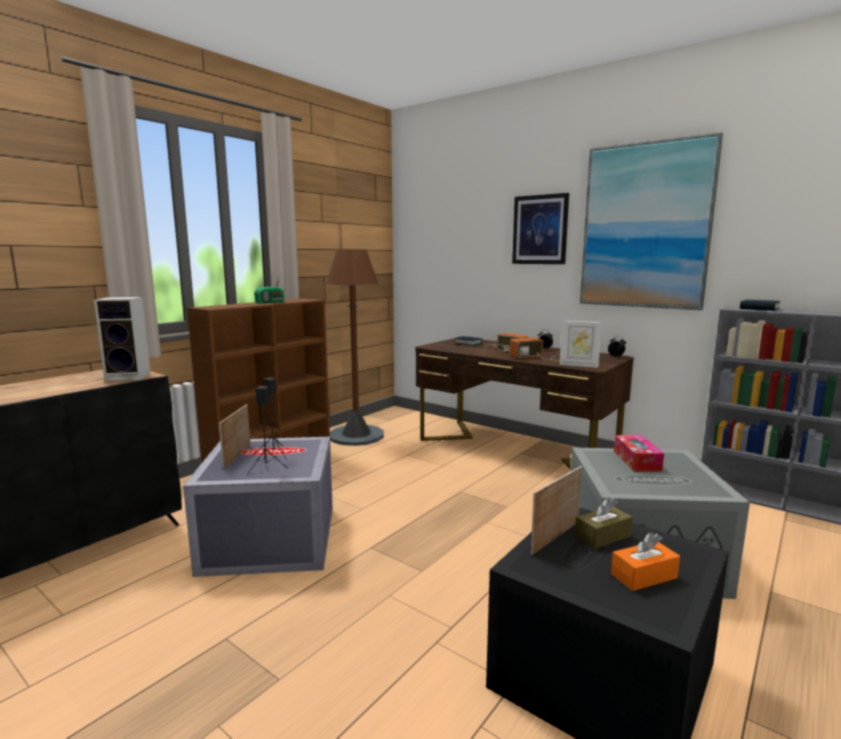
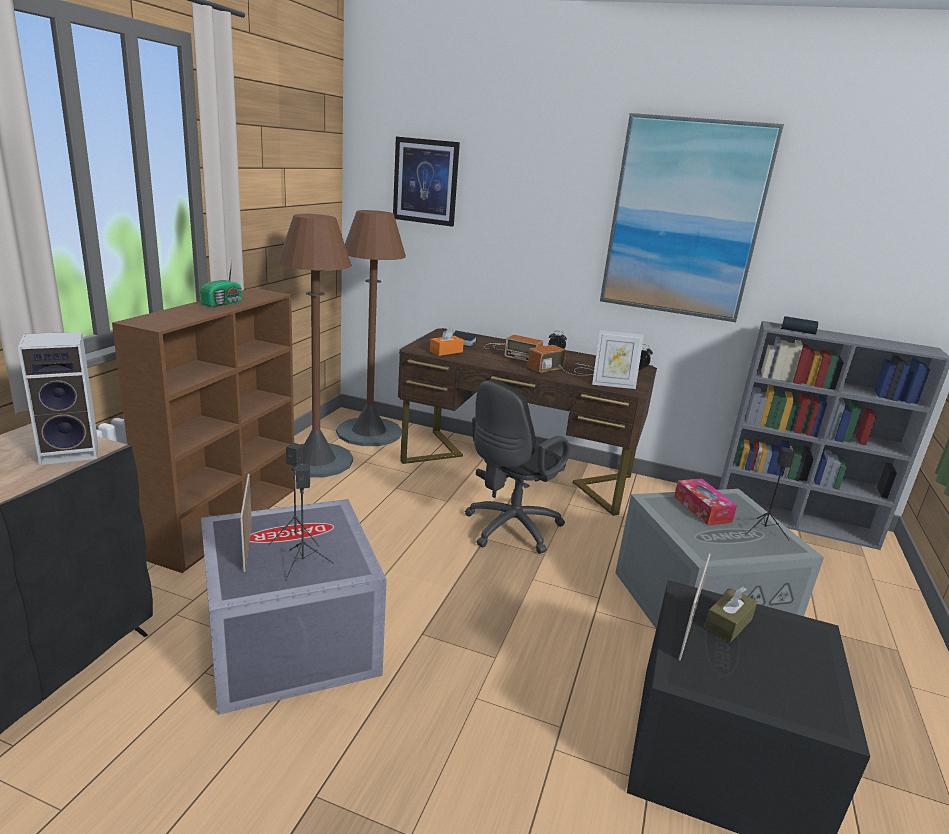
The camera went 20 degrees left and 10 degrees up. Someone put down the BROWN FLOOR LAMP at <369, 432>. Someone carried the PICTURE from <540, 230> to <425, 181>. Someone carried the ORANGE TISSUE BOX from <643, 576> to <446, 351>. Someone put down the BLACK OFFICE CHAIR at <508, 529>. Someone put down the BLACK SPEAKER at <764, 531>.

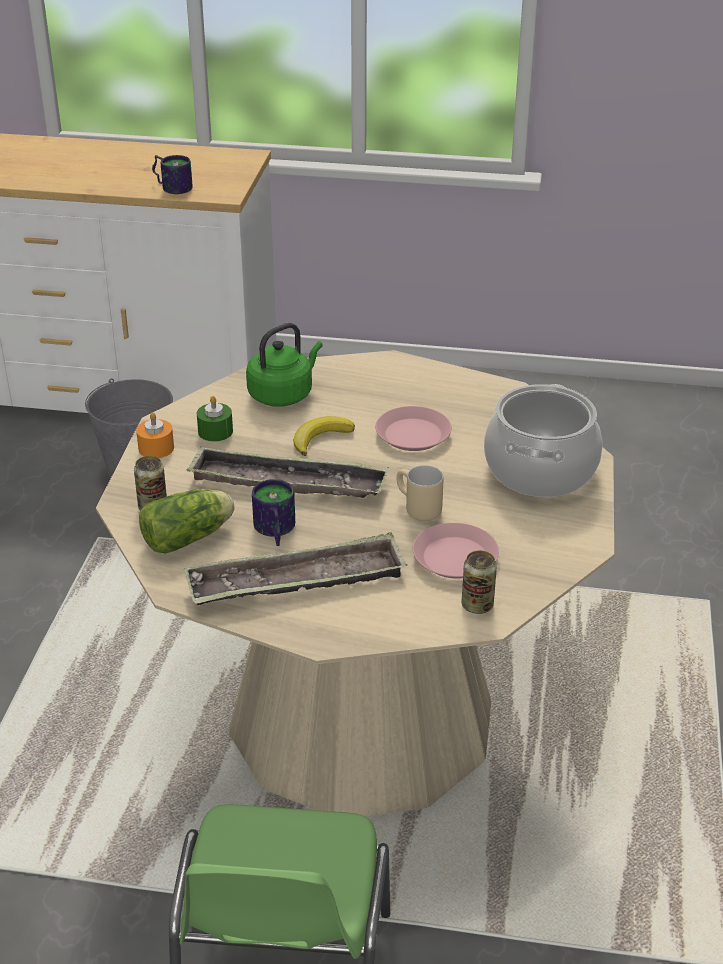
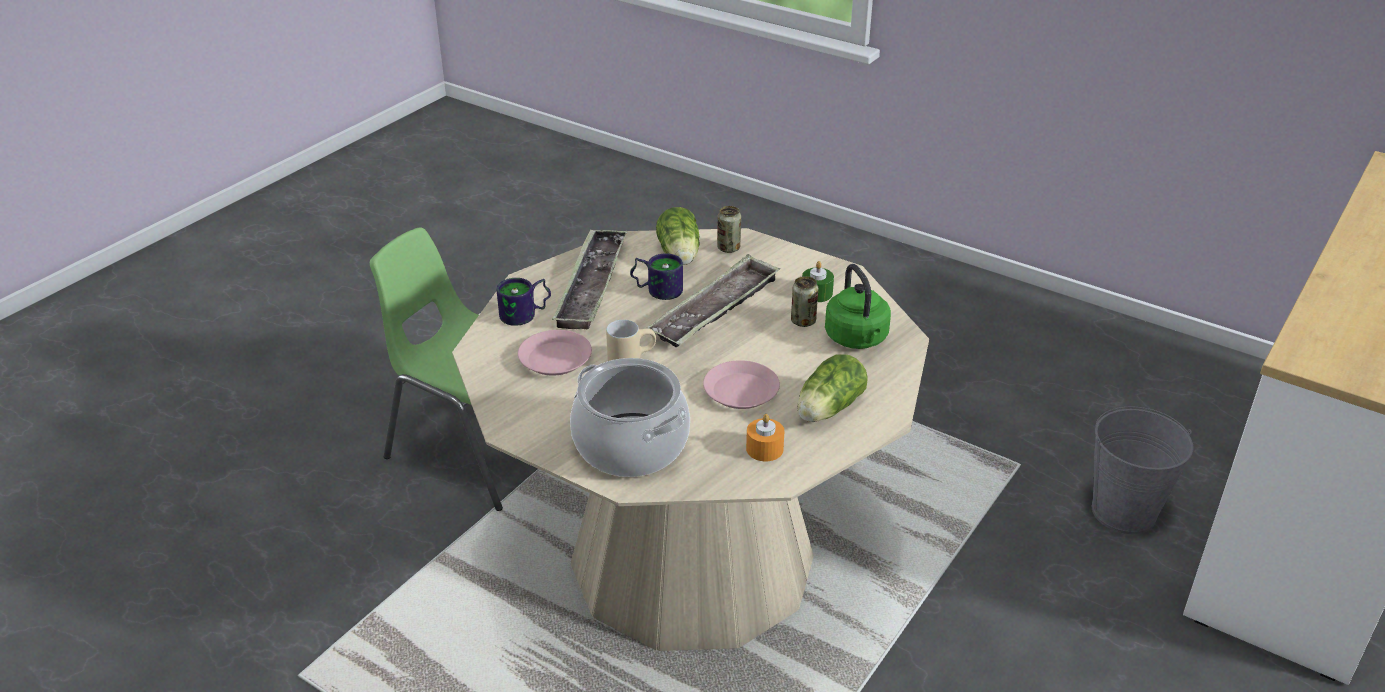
The camera went 115 degrees right and 0 degrees up. Someone carried the MUG from <173, 186> to <526, 315>. Someone carried the ORANGE CANDLE from <156, 448> to <764, 449>. Someone carried the CAN from <477, 605> to <803, 321>. Someone put down the LETTUCE at <827, 410>. Someone took away the BANANA at <320, 438>.

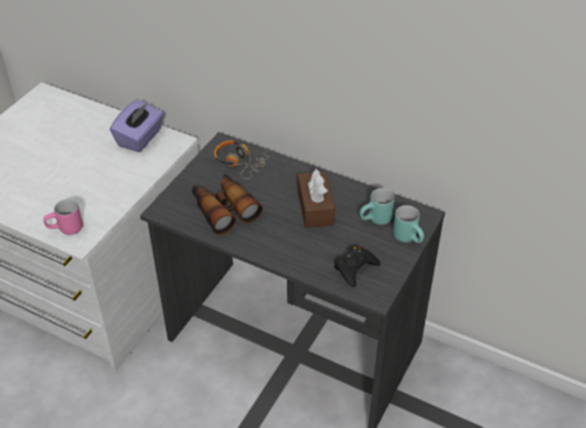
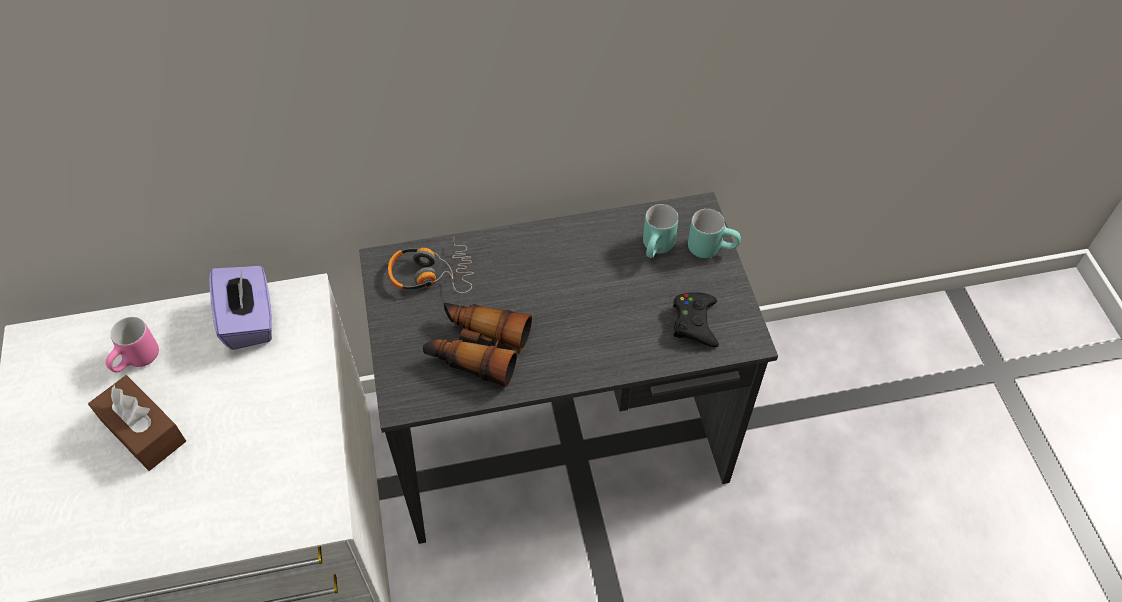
The camera went 40 degrees left and 10 degrees up. Someone carried the BROWN TISSUE BOX from <315, 207> to <143, 431>. Someone carried the PINK MUG from <66, 230> to <139, 361>.

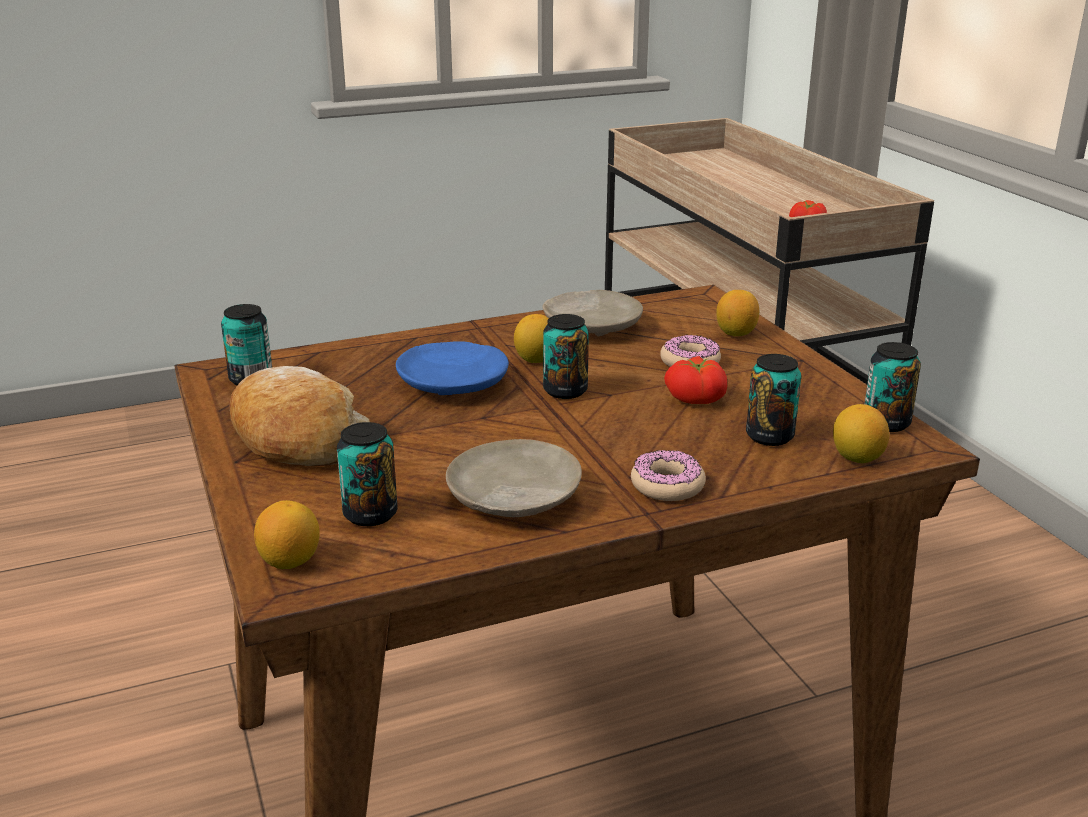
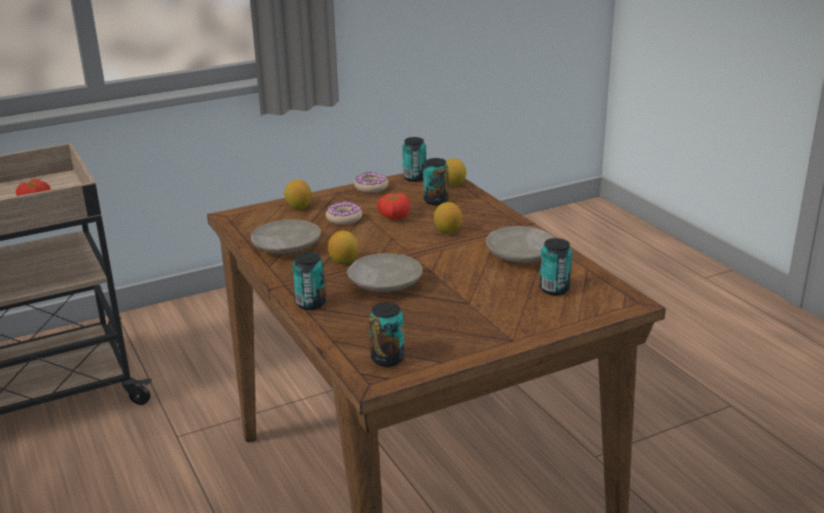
The camera went 95 degrees left and 0 degrees up. Someone carried the CAN from <565, 391> to <311, 303>. Someone repainted the BLUE PLATE at <454, 384>, which became the BEIGE PLATE at <384, 283>. Someone carried the DONUT from <667, 485> to <371, 187>. Someone carried the LEMON from <290, 561> to <447, 231>. Someone took away the BREAD at <296, 438>.

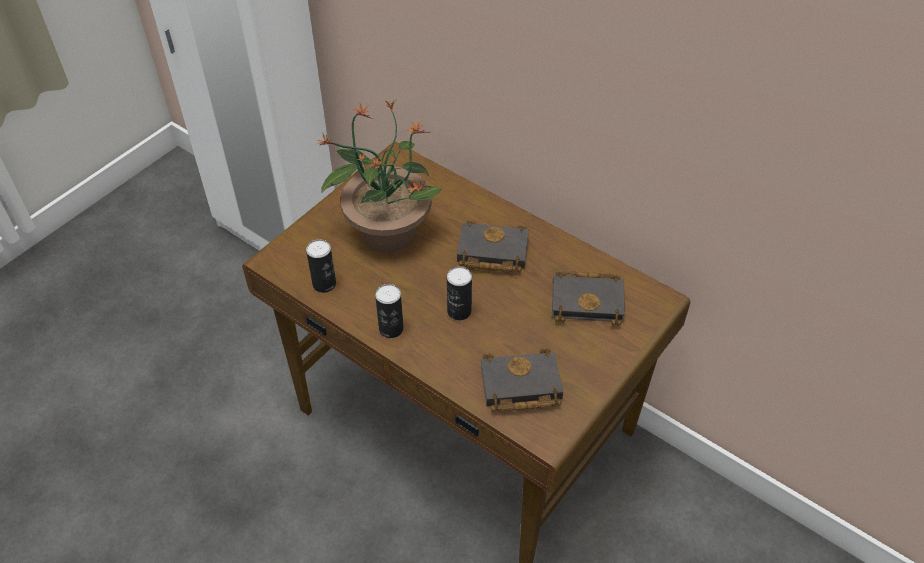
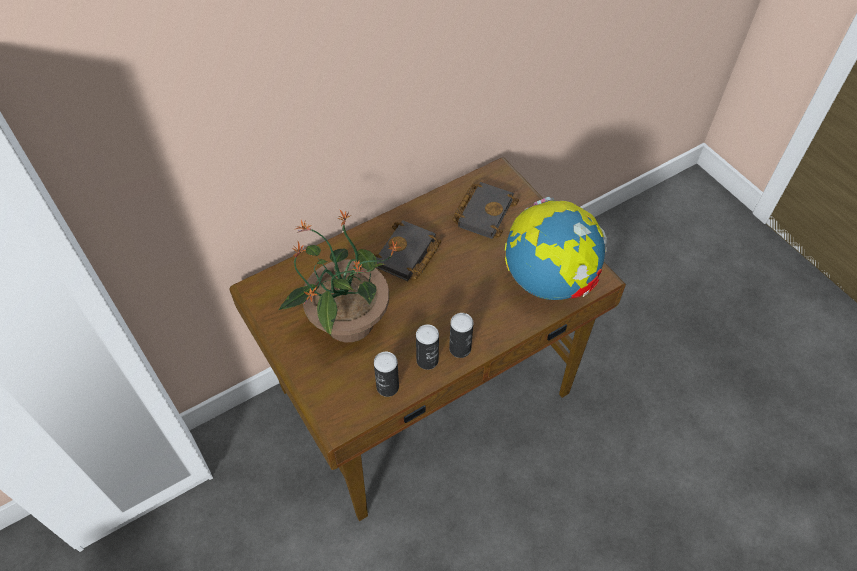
The camera went 70 degrees left and 5 degrees up. Someone carried the CAN from <459, 311> to <427, 360>. Someone swapped the BLACK BOOK at <519, 387> for the GLOBE at <549, 280>.

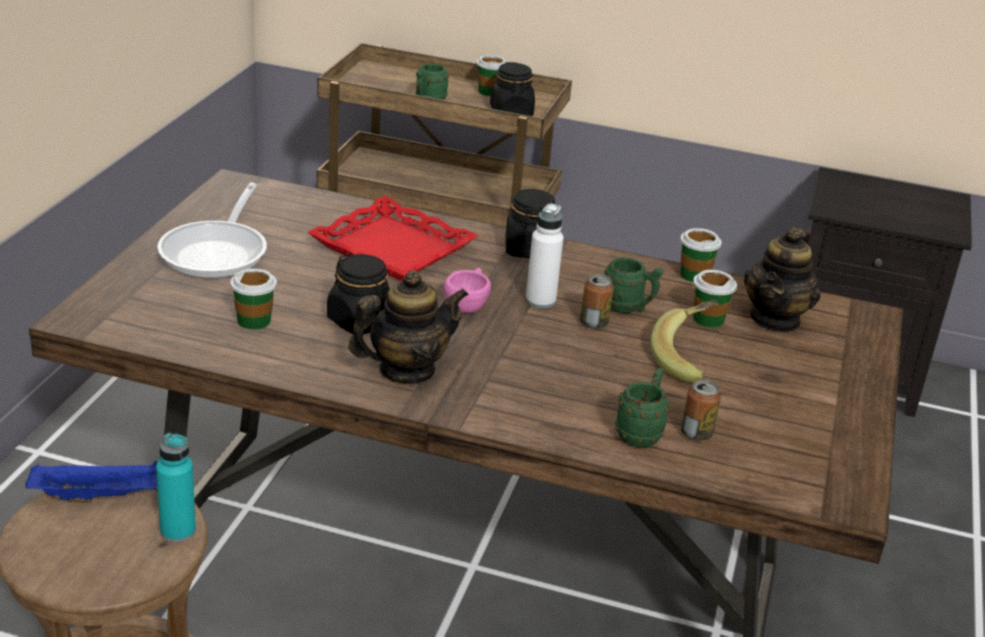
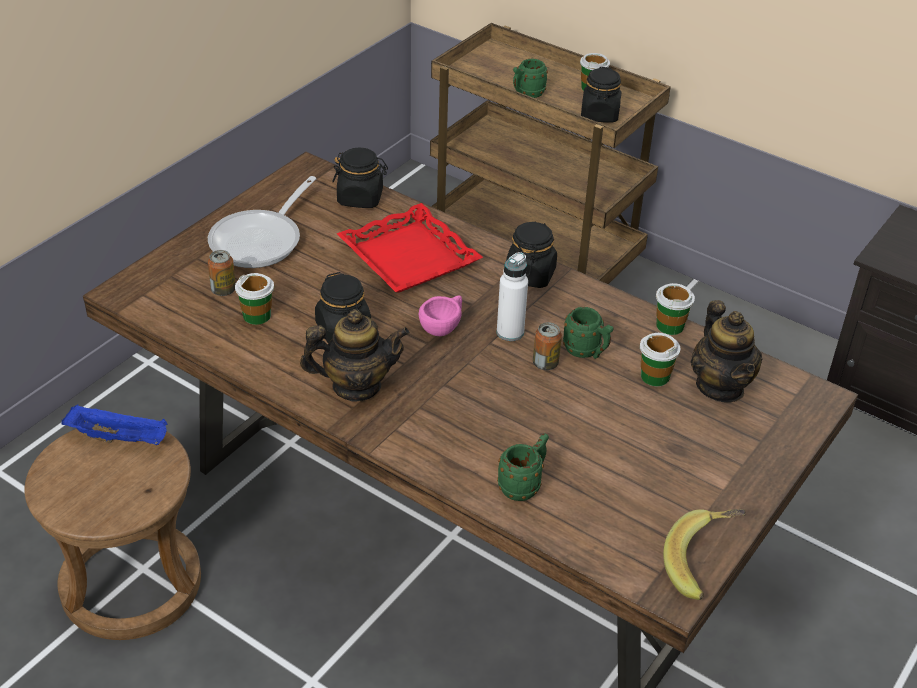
The camera went 20 degrees right and 10 degrees up. Someone carried the CAN from <696, 434> to <223, 290>. Someone put down the BLACK JAR at <360, 198>. Someone carried the BANANA from <690, 359> to <704, 564>. Someone rotated the TEAPOT at <775, 319> by 60 degrees counterclockwise. Someone took away the TURQUOISE BOTTLE at <178, 531>.

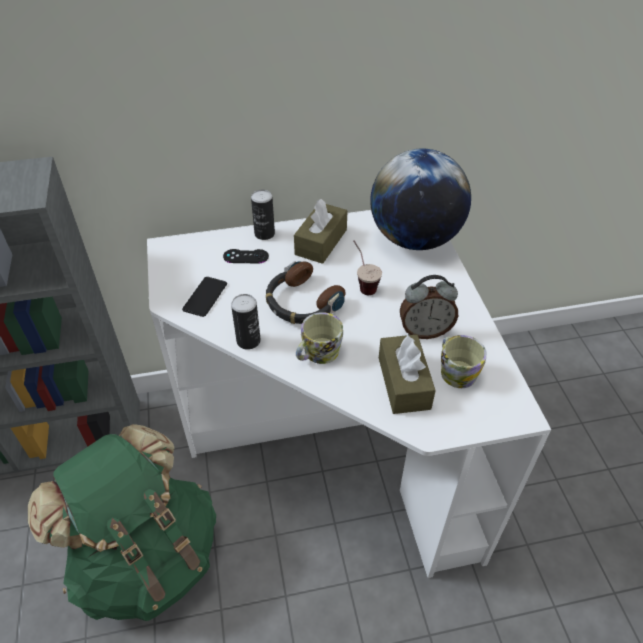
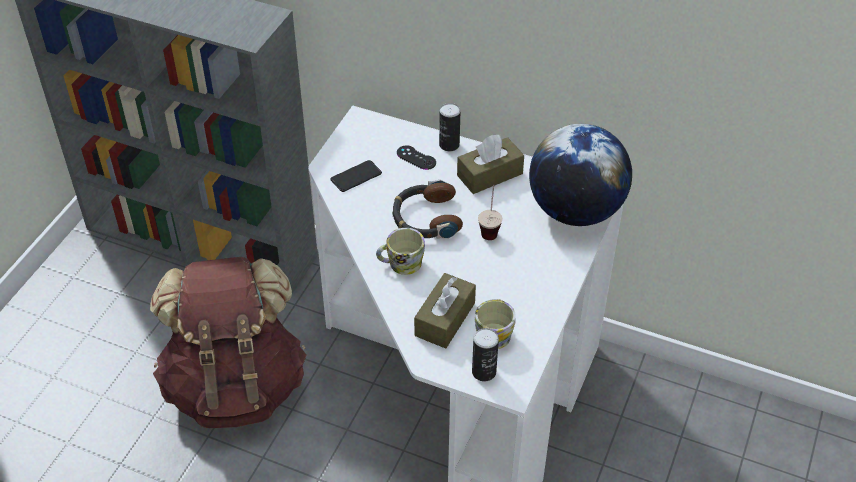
The camera went 35 degrees right and 0 degrees up. Someone repainted the GREEN BACKPACK at <147, 557>, which became the BROWN BACKPACK at <236, 386>. Someone carried the CAN from <248, 341> to <484, 372>. Someone took away the ALARM CLOCK at <424, 331>.

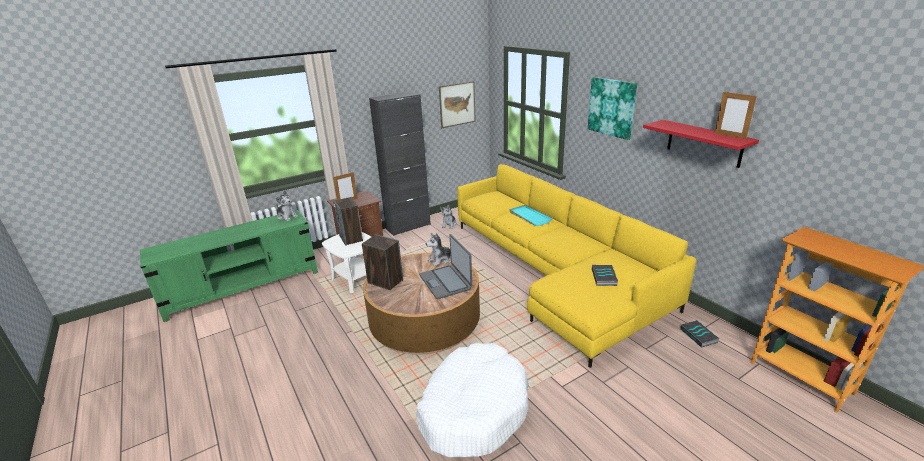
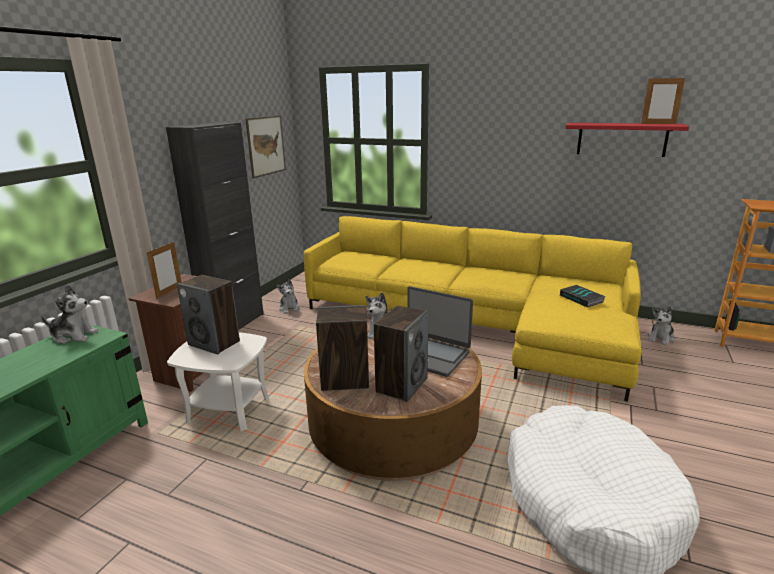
The camera went 35 degrees left and 5 degrees down. Someone put down the SPEAKER at <401, 385>. Someone swapped the BOOK at <699, 336> for the PLUSH TOY at <660, 338>. Someone took away the TURQUOISE TRAY at <529, 217>. Someone took away the PICTURE at <612, 107>.

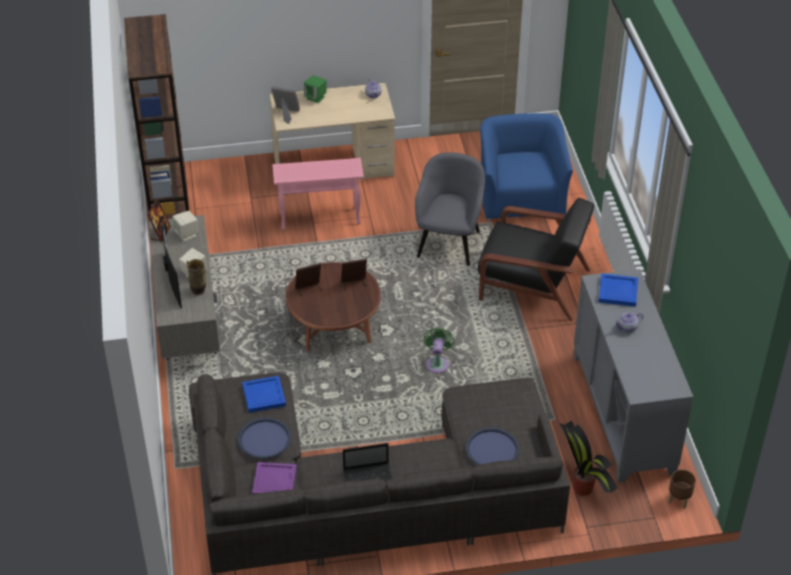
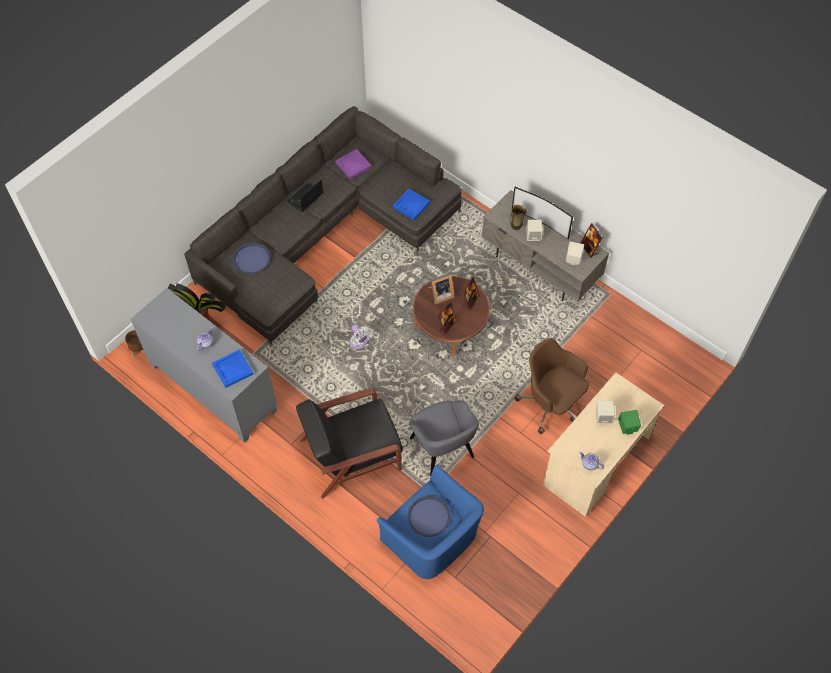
The camera went 140 degrees right and 15 degrees up. Someone repainted the GREEN FAN at <437, 363>, which became the WHITE FAN at <359, 343>. Someone carried the BLUE TRAY from <264, 439> to <428, 516>. Someone carried the PICTURE FRAME from <286, 114> to <440, 295>. Someone swapped the PINK SIDE TABLE at <320, 219> for the BROWN OFFICE CHAIR at <551, 404>. Someone put down the BEIGE SPEAKER at <603, 417>. Someone took away the BROWN BOOKCASE at <170, 211>.

